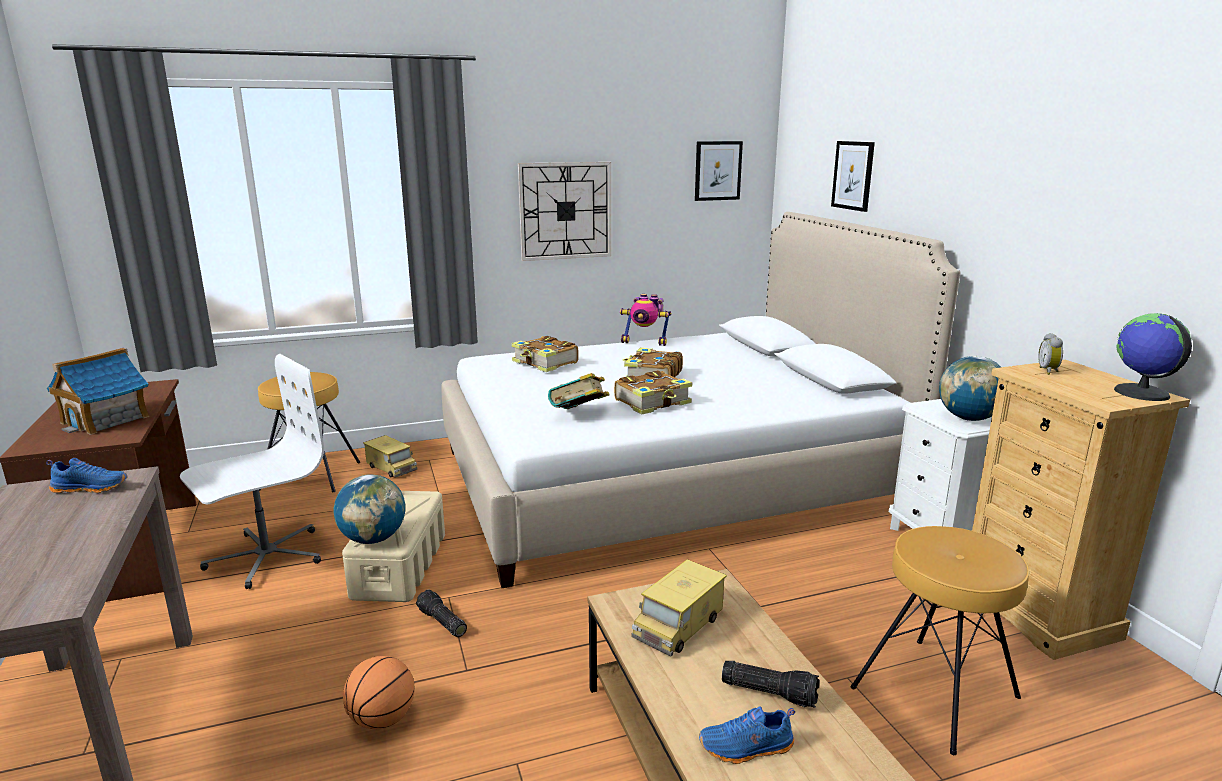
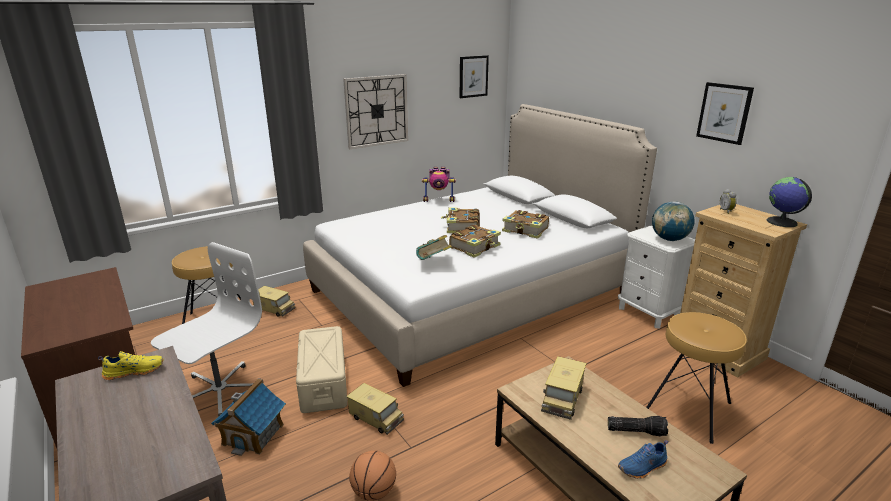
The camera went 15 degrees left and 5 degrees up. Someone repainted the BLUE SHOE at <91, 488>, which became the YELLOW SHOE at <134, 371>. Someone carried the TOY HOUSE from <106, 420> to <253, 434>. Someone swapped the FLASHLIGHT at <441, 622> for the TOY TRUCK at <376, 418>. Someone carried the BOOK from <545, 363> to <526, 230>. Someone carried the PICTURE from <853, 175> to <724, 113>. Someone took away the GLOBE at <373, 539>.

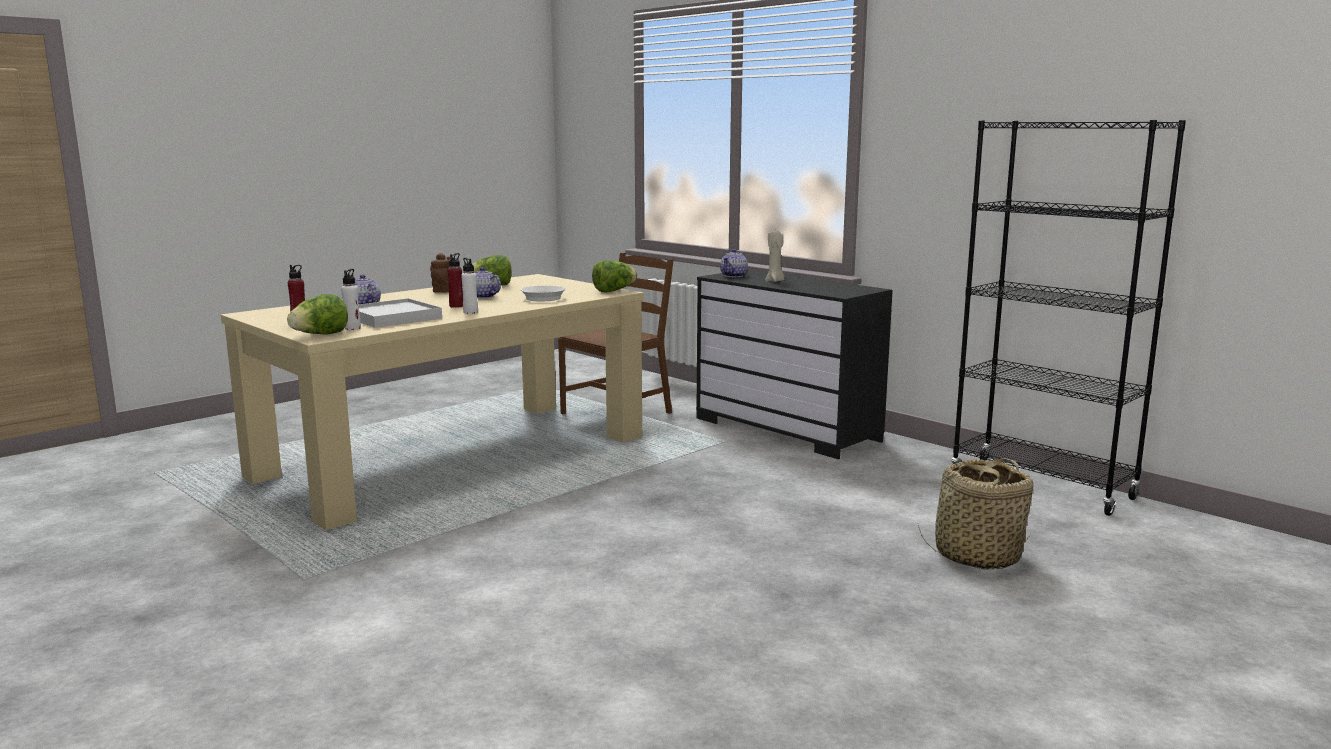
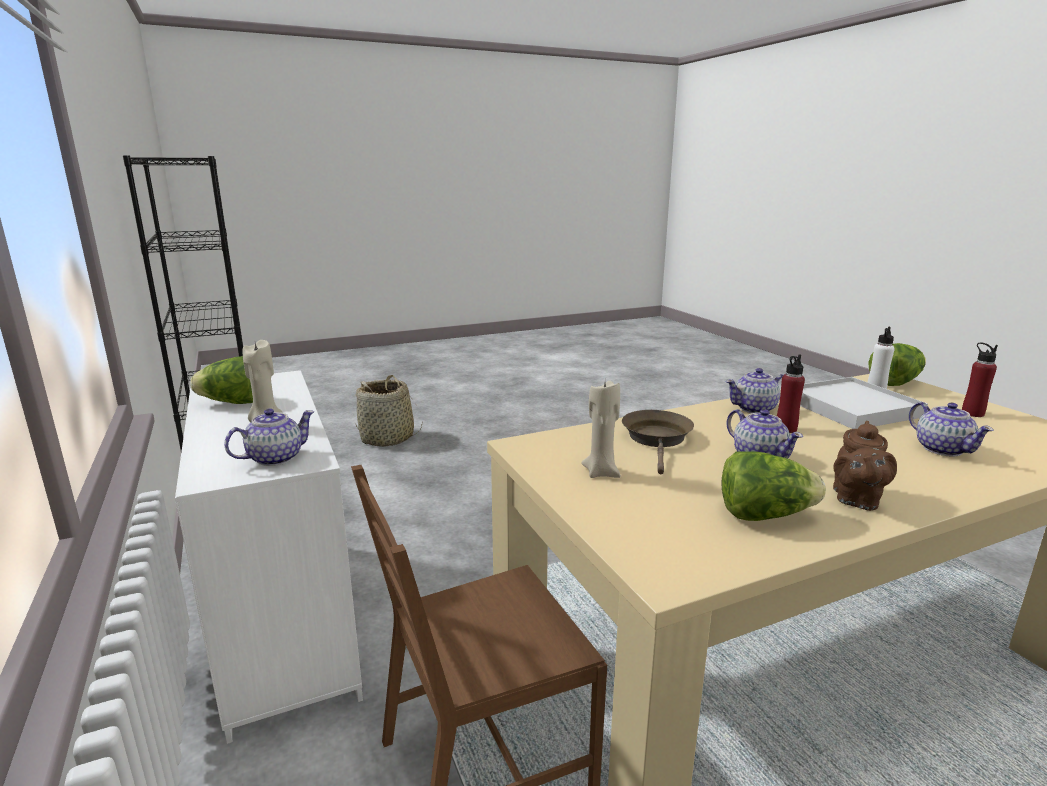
The camera went 160 degrees left and 5 degrees up. Someone repainted the BLACK DRESSER at <787, 429>, which became the WHITE DRESSER at <281, 622>. Someone carried the LETTUCE from <613, 291> to <234, 403>. Someone put down the BEIGE CANDLE at <601, 472>. Someone repainted the WHITE FRYING PAN at <542, 298>, which became the BROWN FRYING PAN at <657, 439>. Someone swapped the WHITE BOTTLE at <470, 312> for the TEAPOT at <755, 409>.

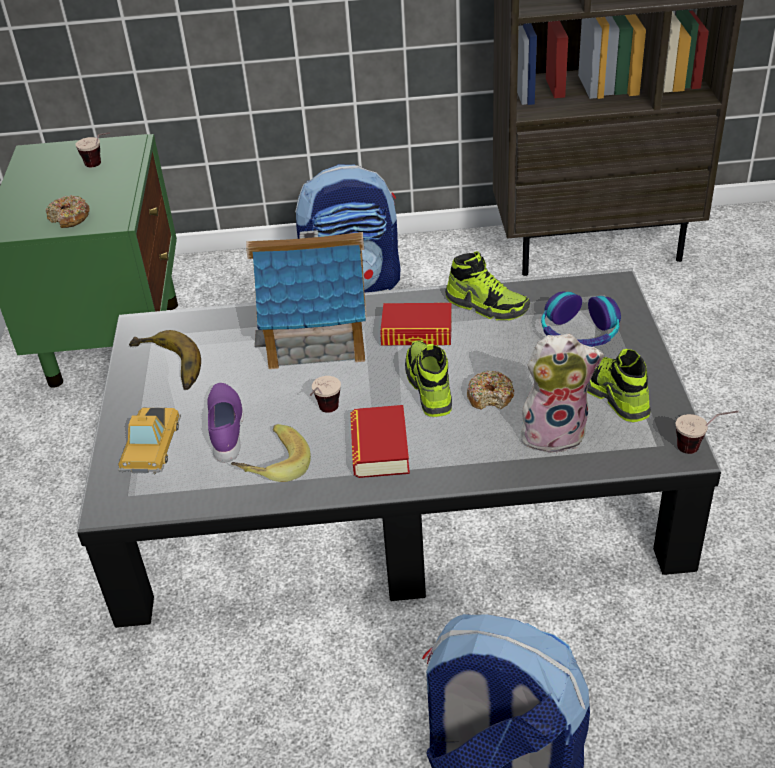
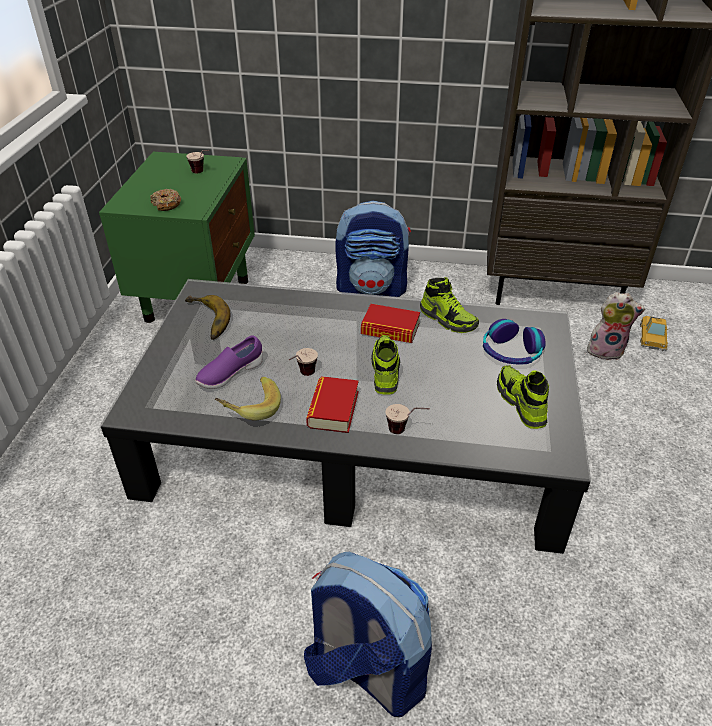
The camera went 10 degrees right and 0 degrees up. Someone rotated the PURPLE SHOE at <227, 430> by 135 degrees counterclockwise. Someone carried the CUP from <701, 448> to <406, 431>. Someone carried the PLUSH TOY from <554, 433> to <606, 350>. Someone carried the TOY CAR from <150, 446> to <652, 336>. Someone took away the TOY HOUSE at <317, 335>. Someone took away the DONUT at <490, 397>.

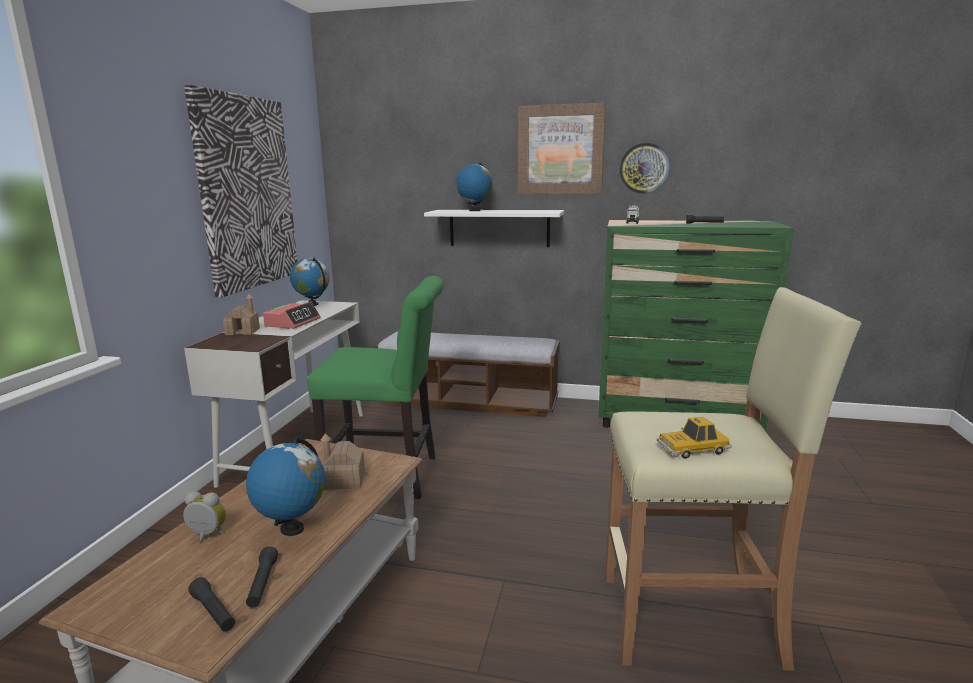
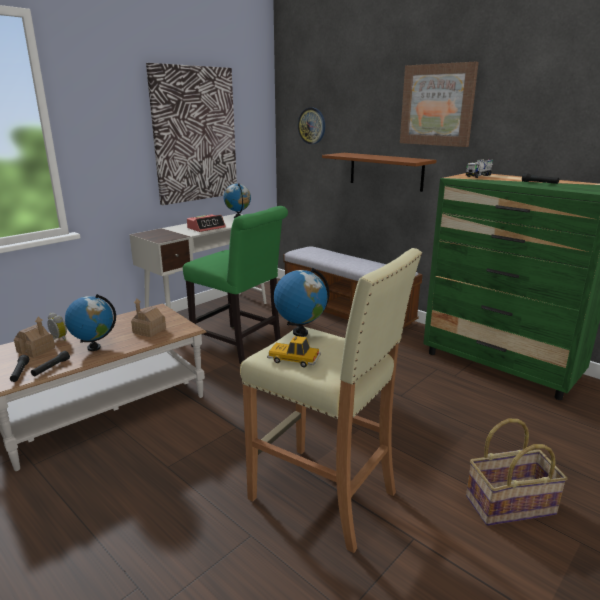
The camera went 30 degrees right and 5 degrees up. Someone carried the TOY HOUSE from <243, 331> to <36, 350>. Someone carried the GLOBE from <474, 210> to <300, 332>. Someone carried the WALL CLOCK from <644, 168> to <312, 126>. Someone repainted the WHITE SHELF at <499, 228>, which became the BROWN SHELF at <386, 171>. Someone put down the BASKET at <510, 504>.

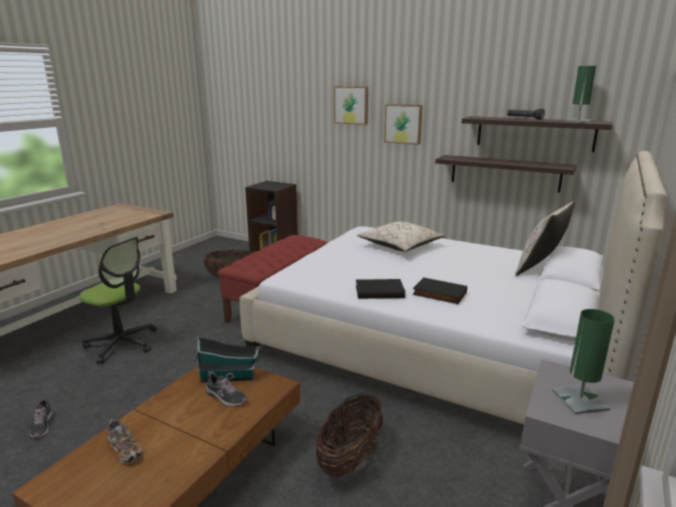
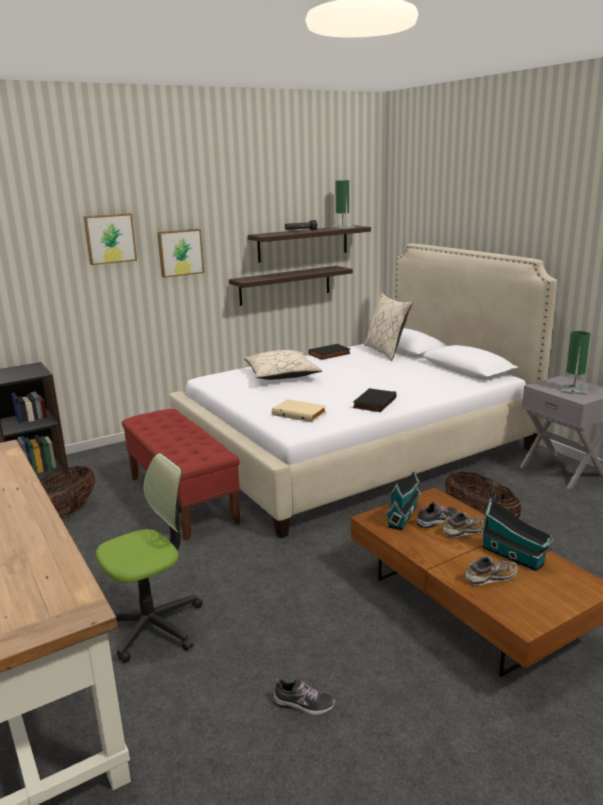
The camera went 60 degrees left and 0 degrees up. Someone put down the BEIGE BOOK at <300, 413>. Someone carried the BLACK BOOK from <439, 294> to <330, 354>. Someone put down the SHOE at <465, 531>. Someone put down the TOY HOUSE at <514, 557>.

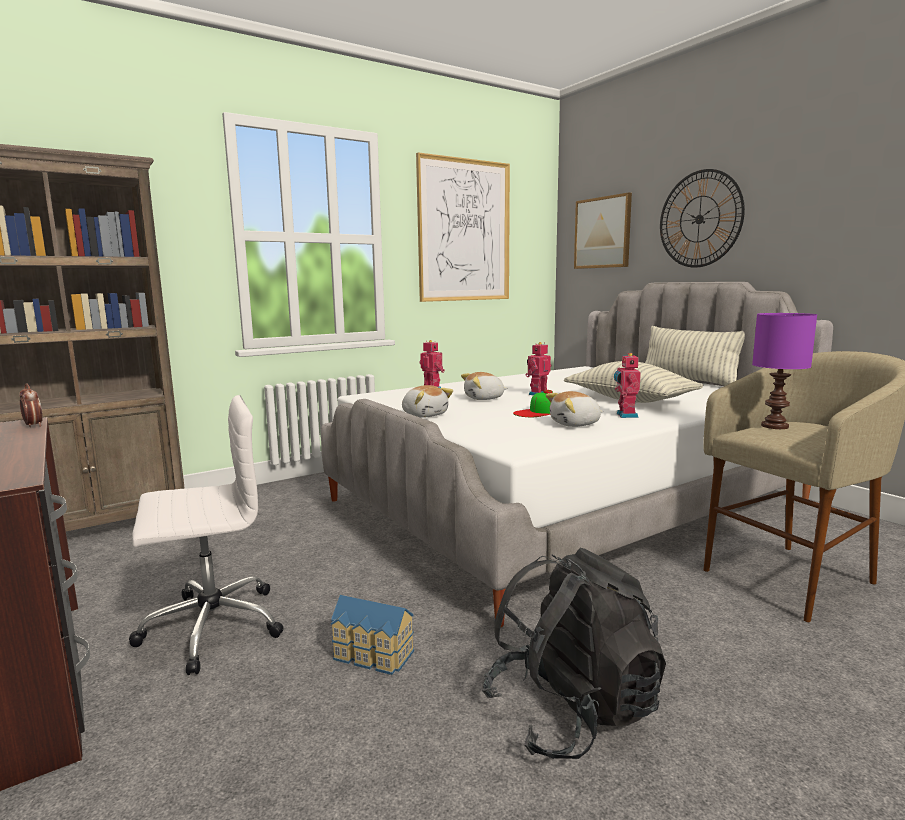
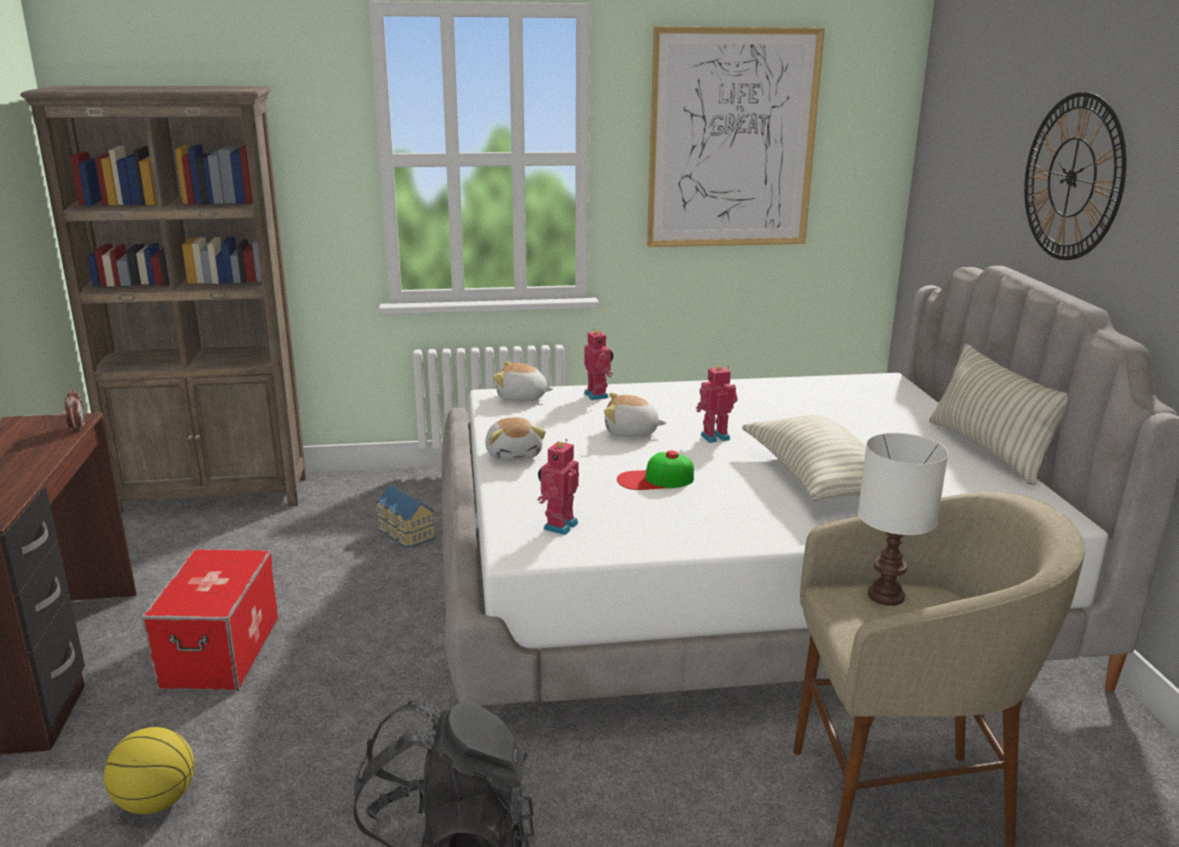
The camera went 25 degrees right and 10 degrees up. Someone put down the BASKETBALL at <155, 802>. Someone swapped the WHITE OFFICE CHAIR at <210, 627> for the STORAGE BOX at <221, 652>. Someone carried the TOY HOUSE from <372, 656> to <404, 534>. Someone carried the PLUSH TOY from <575, 424> to <521, 398>. Someone carried the TOY ROBOT from <625, 415> to <558, 525>. Someone repainted the PURPLE TABLE LAMP at <775, 426>, which became the WHITE TABLE LAMP at <886, 597>. Someone took away the PICTURE at <602, 233>.

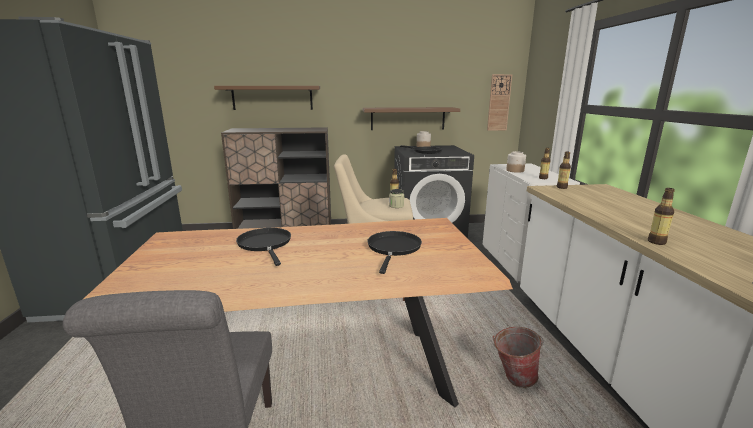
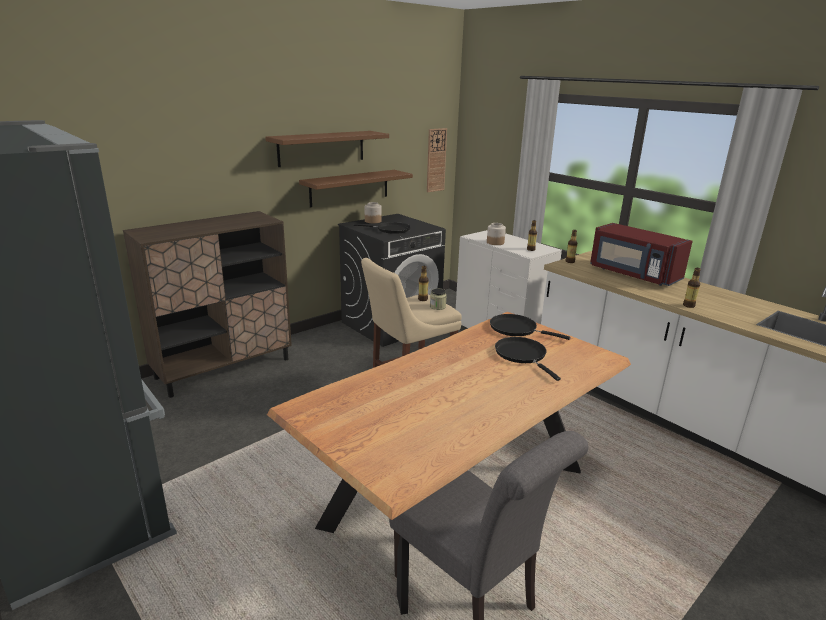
The camera went 35 degrees left and 5 degrees up. Someone carried the BROWN SHELF from <272, 97> to <321, 148>. Someone carried the BLACK FRYING PAN from <265, 244> to <516, 329>. Someone put down the RED MICROWAVE at <633, 274>. Someone took away the BUCKET at <512, 378>.

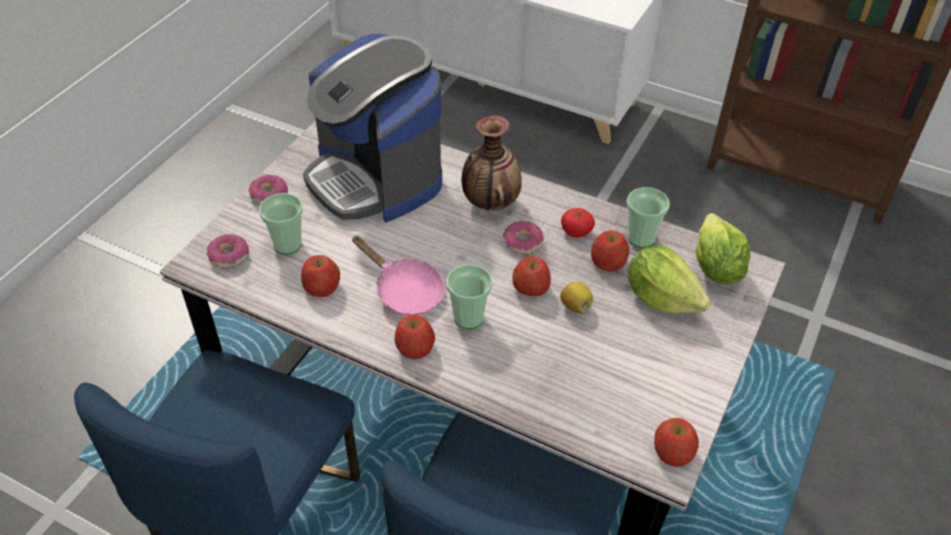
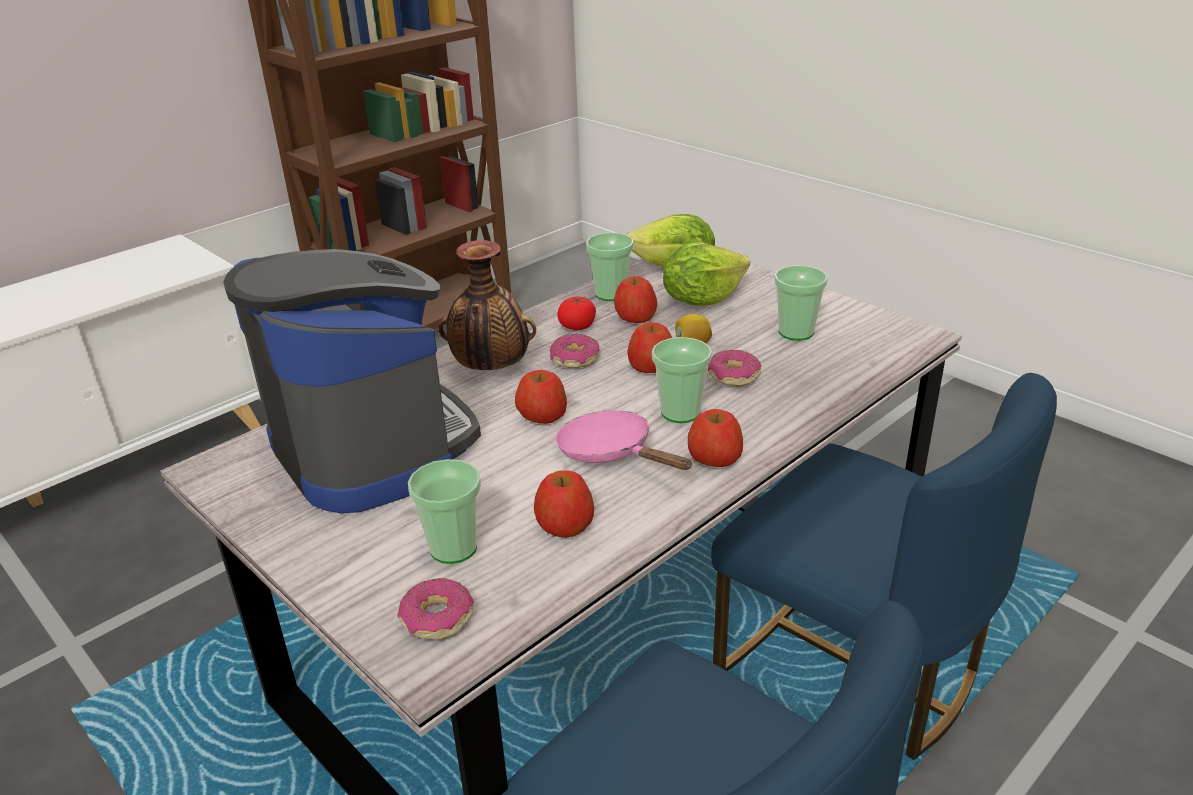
The camera went 70 degrees left and 15 degrees down. Someone rotated the COFFEE MACHINE at <375, 178> by 105 degrees counterclockwise. Someone carried the APPLE from <673, 451> to <542, 416>. Someone rotated the PINK FRYING PAN at <404, 291> by 105 degrees counterclockwise. Someone carried the DONUT from <269, 195> to <733, 376>. Someone put down the CUP at <796, 332>.

